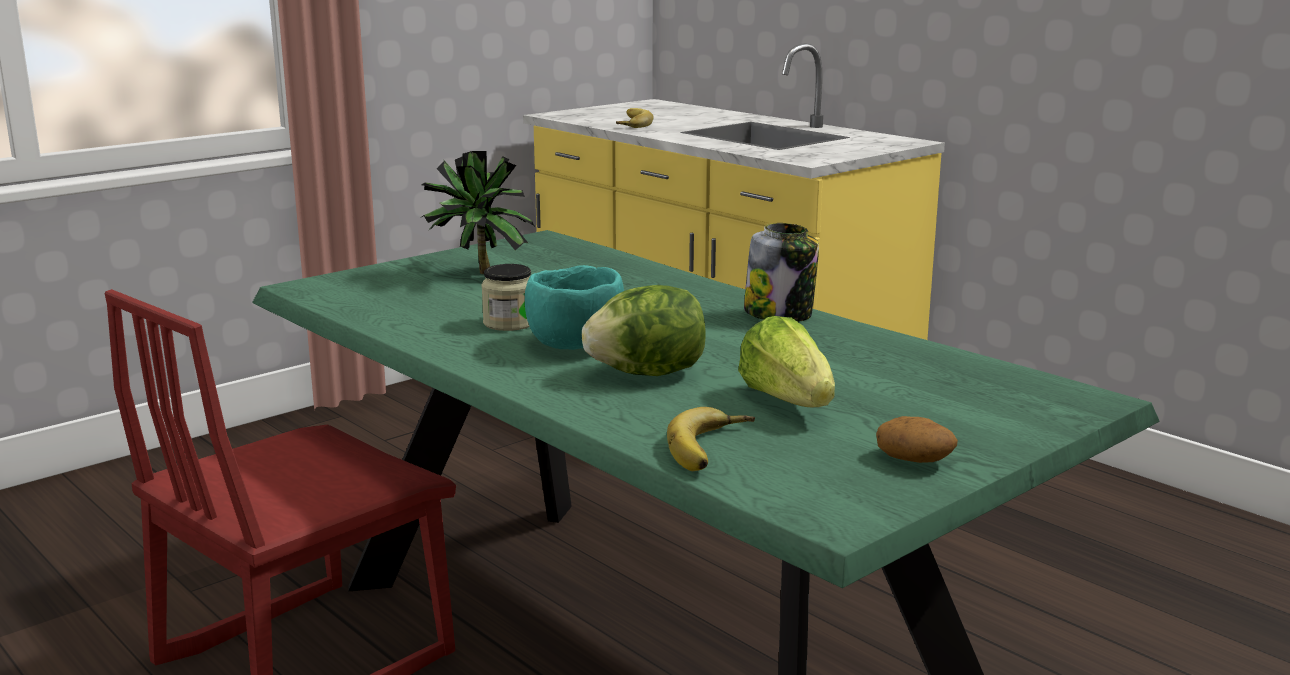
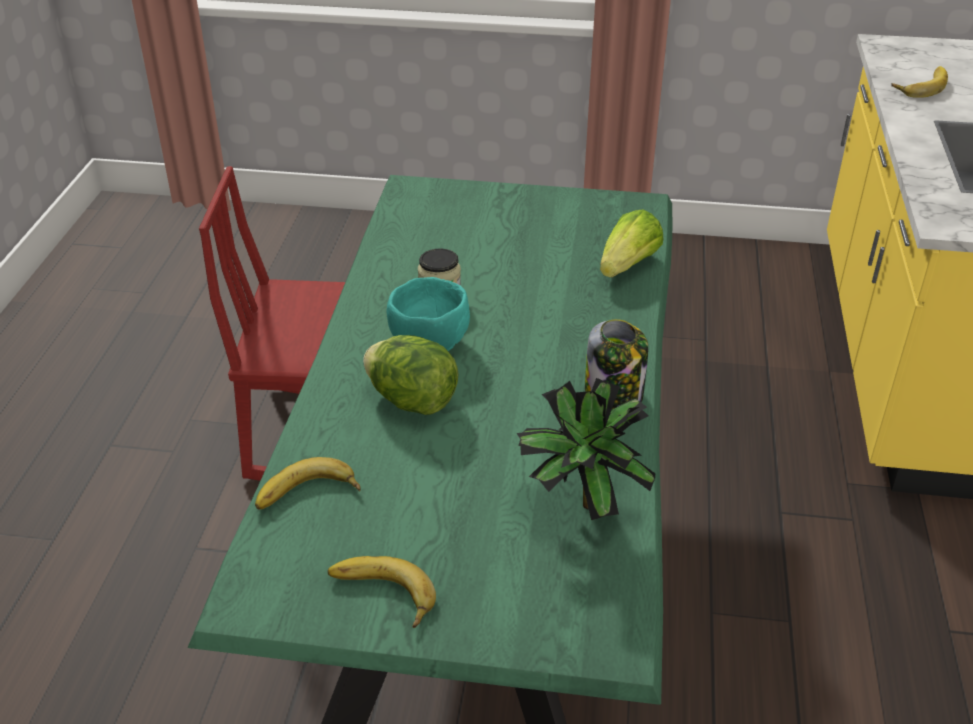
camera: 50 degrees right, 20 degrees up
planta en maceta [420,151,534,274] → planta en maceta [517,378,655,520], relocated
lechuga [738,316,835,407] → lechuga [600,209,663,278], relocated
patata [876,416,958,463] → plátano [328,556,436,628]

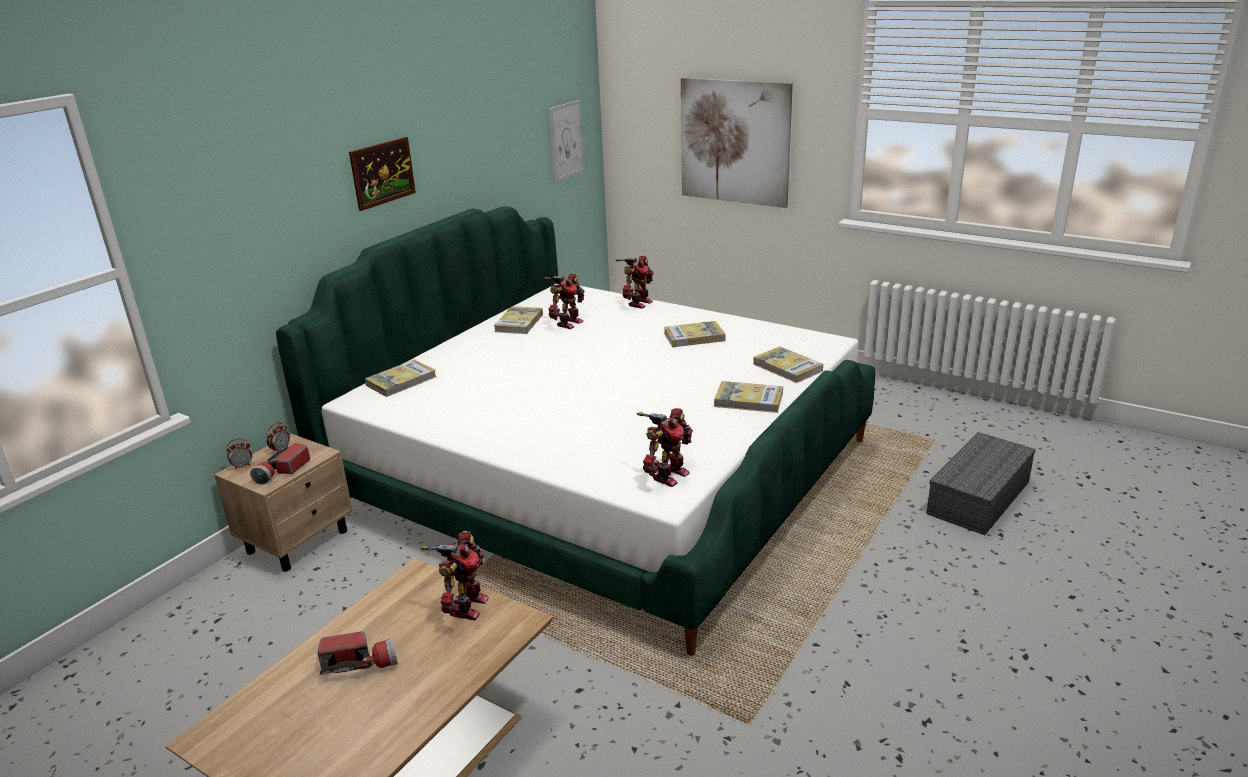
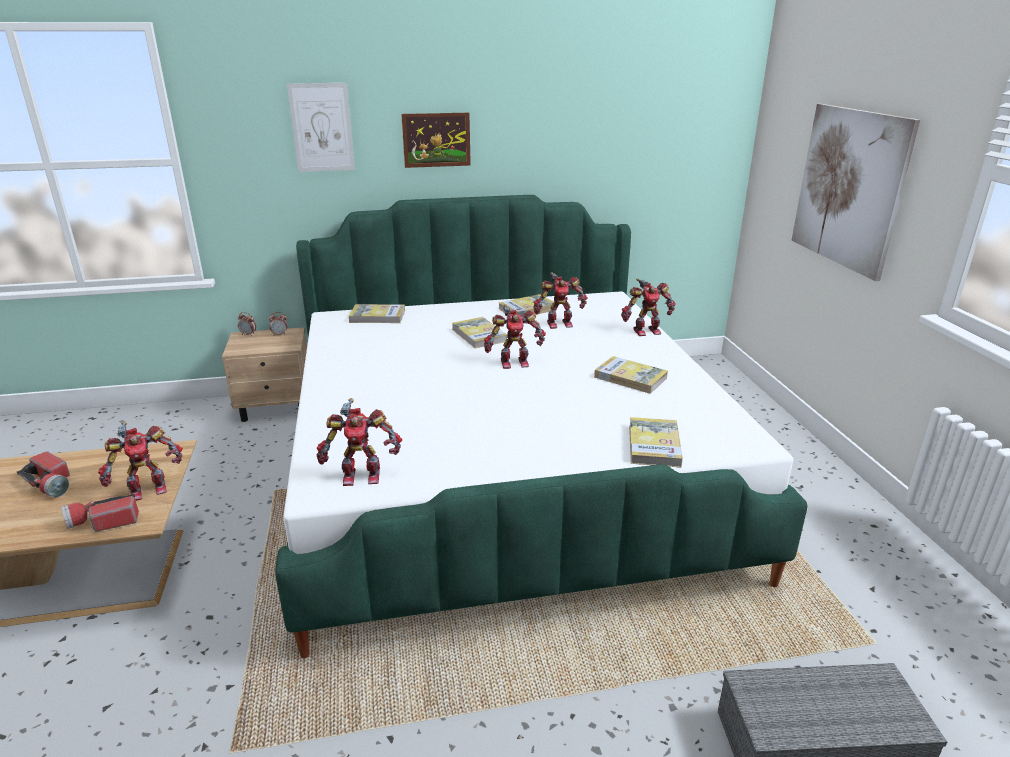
camera: 45 degrees right, 0 degrees up
cuadro [549,100,584,182] → cuadro [287,83,355,172], relocated
libro [714,381,783,413] → libro [452,317,507,348], relocated
linterna [250,443,310,485] → linterna [61,494,139,532], relocated
- → robot de juguete [484,305,546,369]

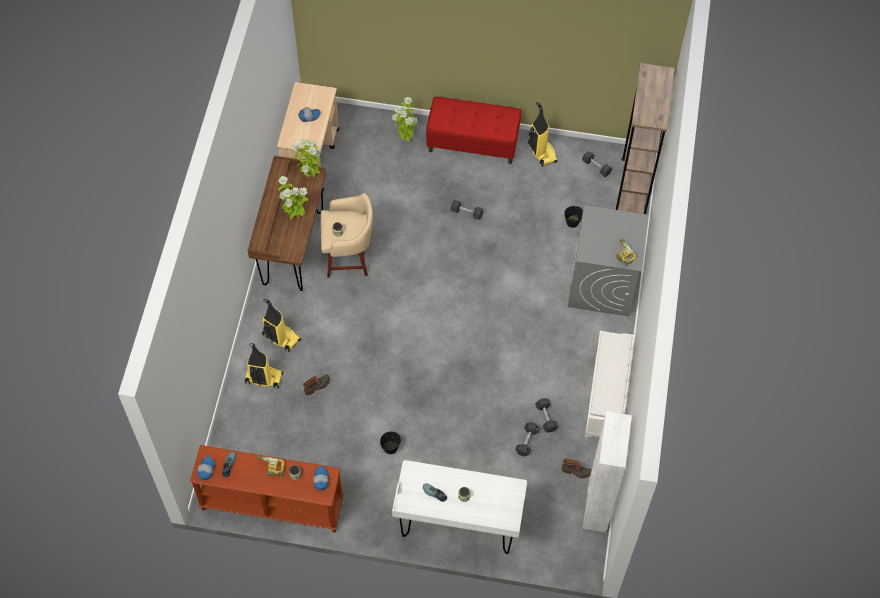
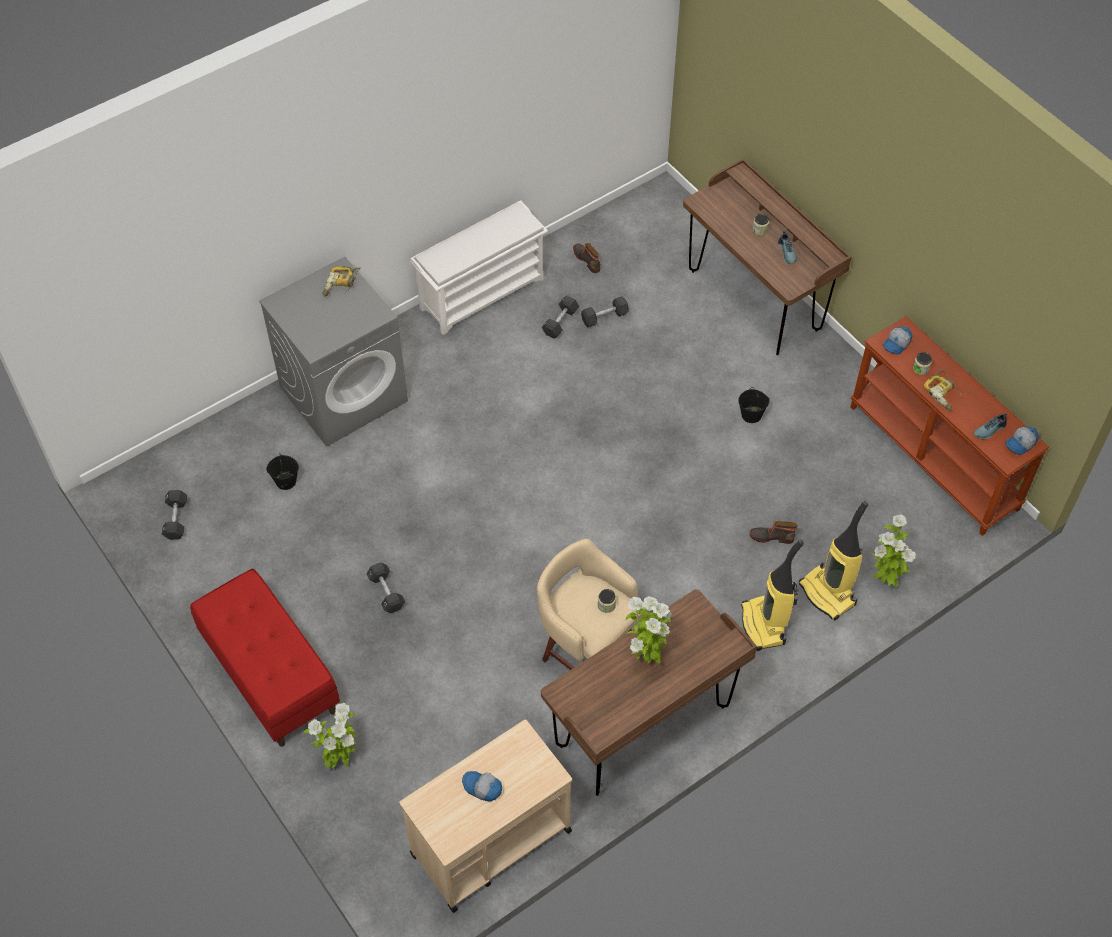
camera: 135 degrees left, 5 degrees down
estantería/marrón [616,63,675,214] → -
aspiradora [528,102,558,167] → -
planta en maceta [292,138,321,177] → planta en maceta [871,514,916,587], relocated
armario/blanco [583,411,632,532] → -
escritorio/blanco [392,460,527,554] → escritorio/marrón [683,158,851,355]

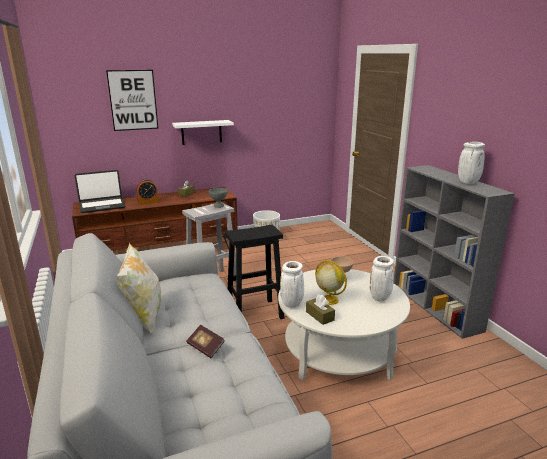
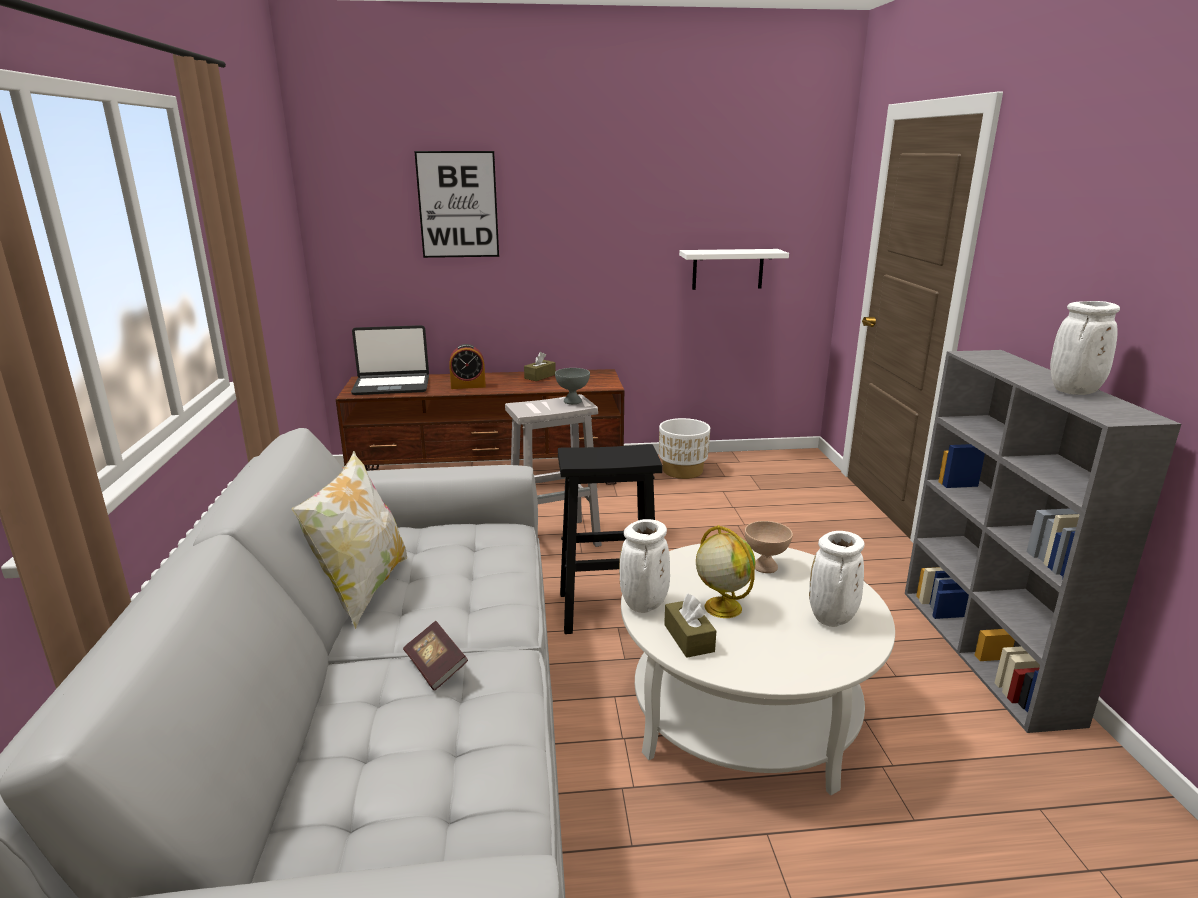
camera: 15 degrees right, 0 degrees up
estante/blanco [172,120,234,145] → estante/blanco [679,249,789,290], relocated

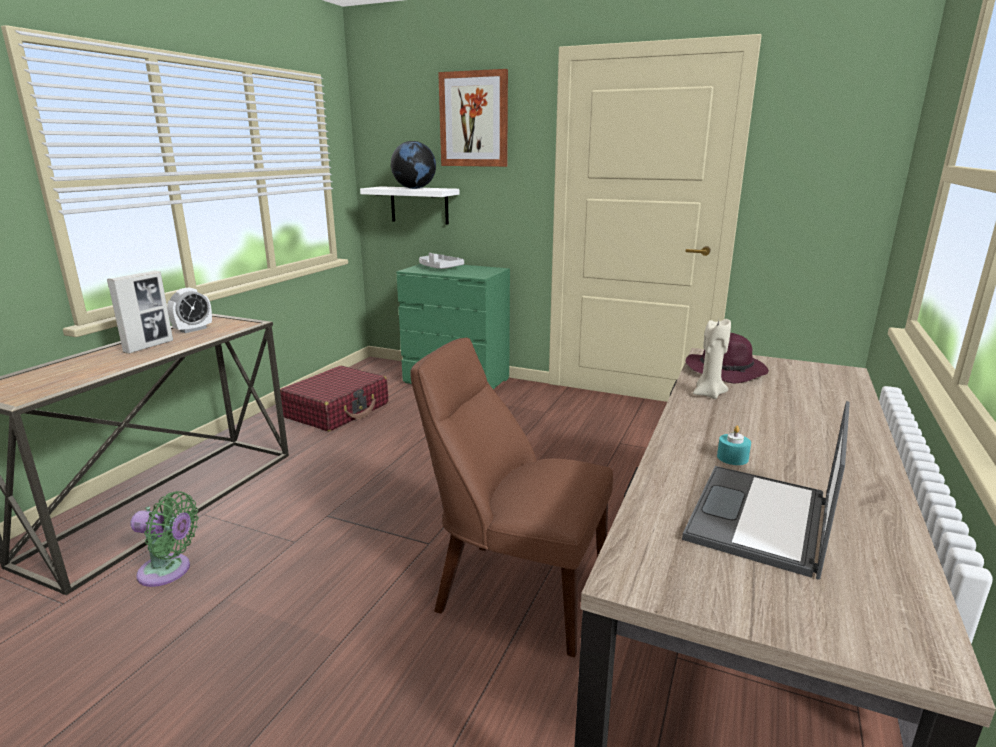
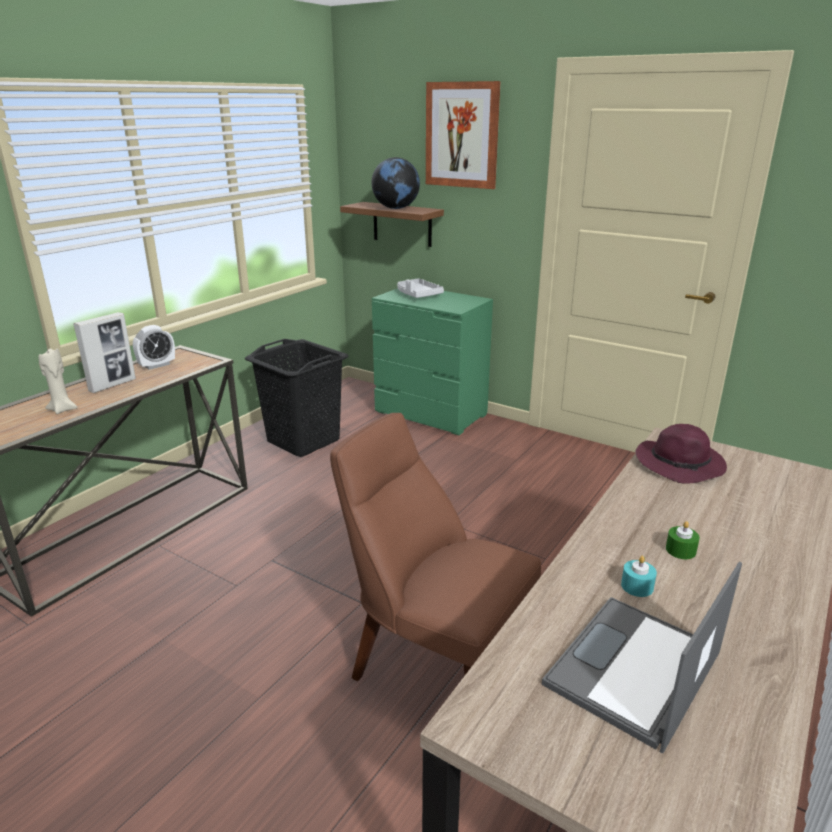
camera: 10 degrees right, 5 degrees up
estante/blanco [360,186,459,224] → estante/marrón [340,202,444,247]
vela/beis [693,319,731,399] → vela/beis [38,348,78,414], relocated
maleta/rojo [280,366,388,432] → cesto de la ropa/negro [245,339,349,457]
ventilador/verde [130,491,199,587] → -
- → vela/verde [666,521,700,559]

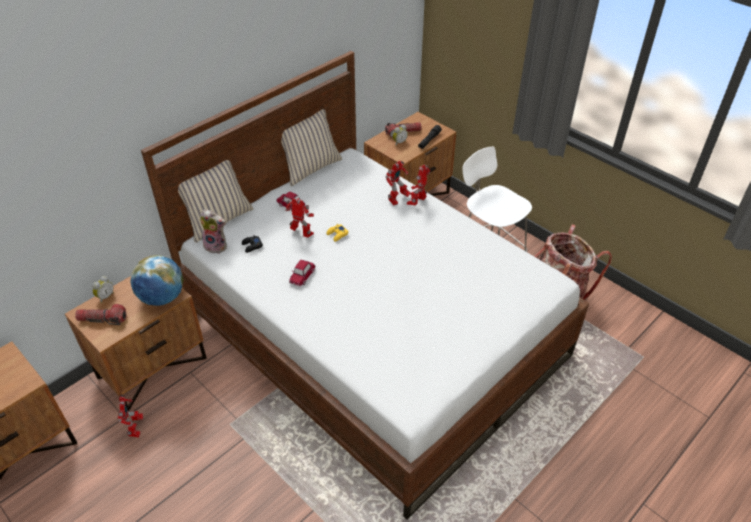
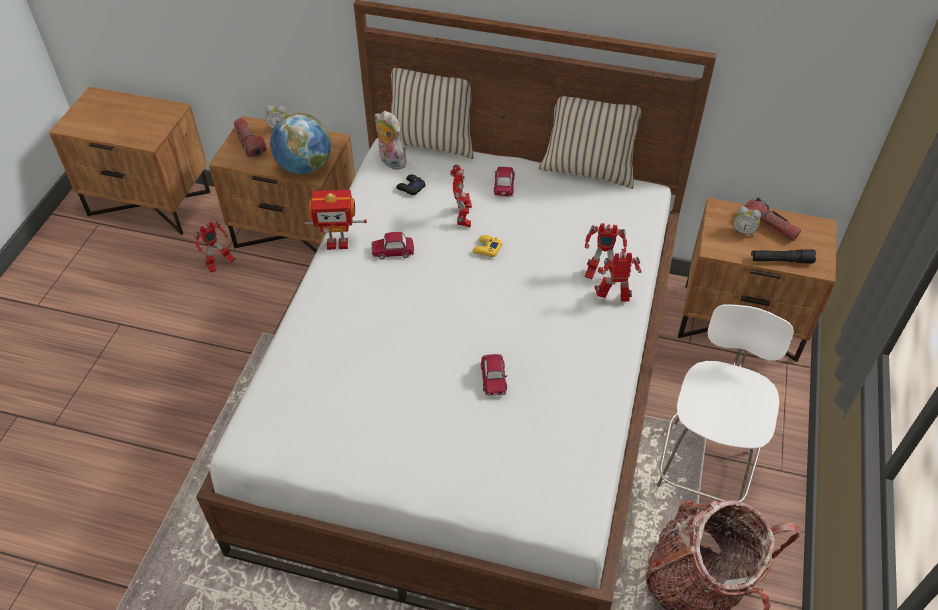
camera: 60 degrees right, 5 degrees up
peluche [200,209,227,254] → peluche [375,111,407,170], 150 degrees clockwise
- → robot de juguete [302,190,367,250]
- → coche de juguete [481,354,507,396]

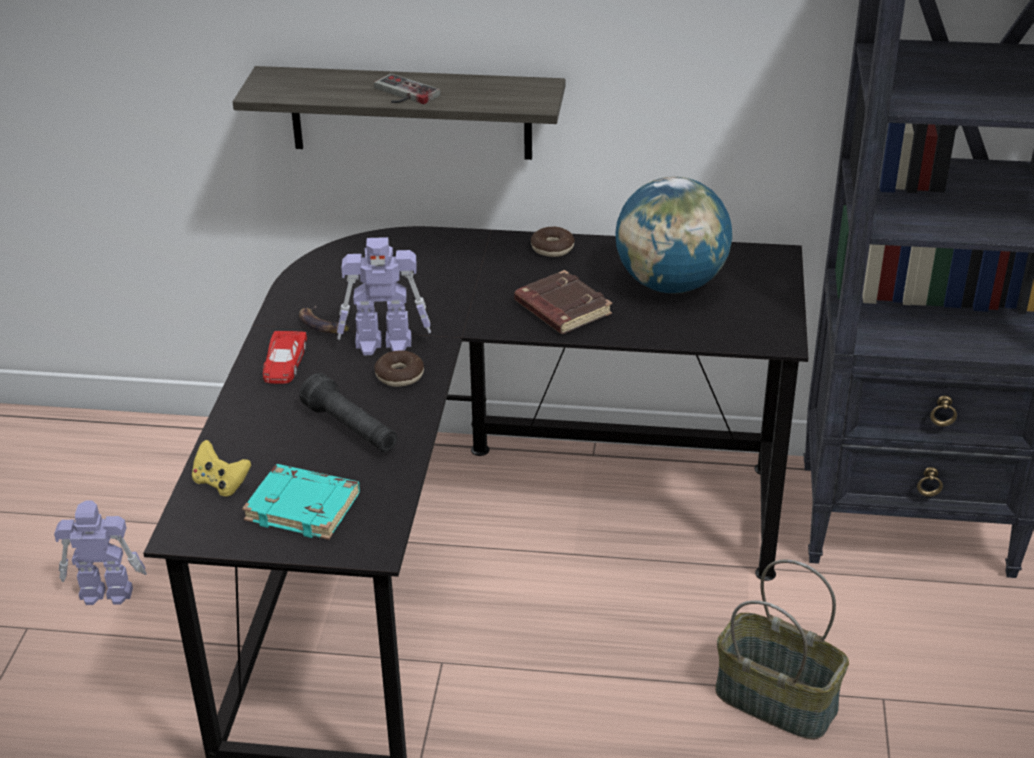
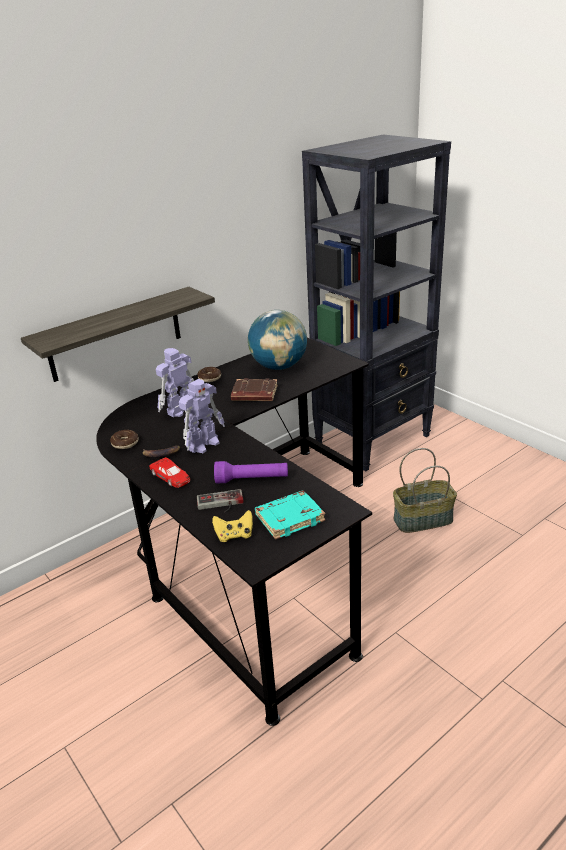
camera: 45 degrees left, 5 degrees down
mando de consola [374,74,441,104] → mando de consola [197,489,244,513], relocated
rosquilla [374,350,424,387] → rosquilla [110,430,139,449], relocated
linterna/negro [300,373,397,452] → linterna/morado [214,461,288,484]
robot de juguete [54,500,147,605] → robot de juguete [156,348,194,417], relocated

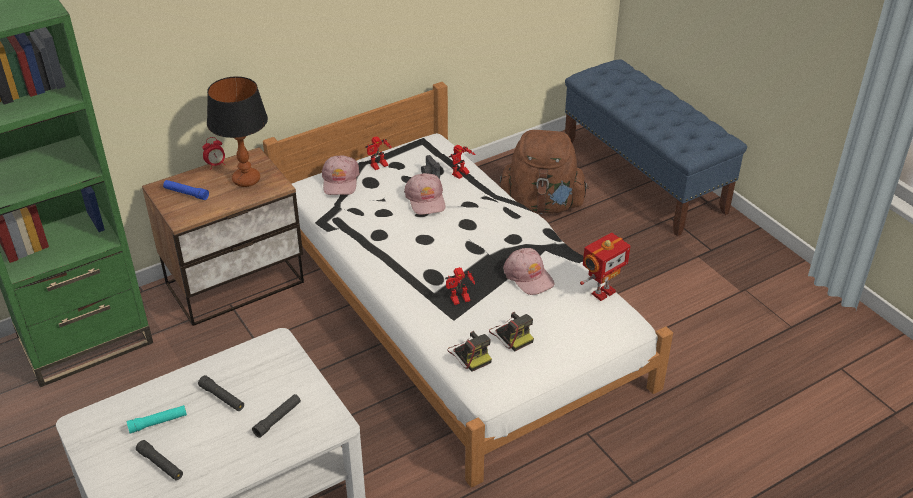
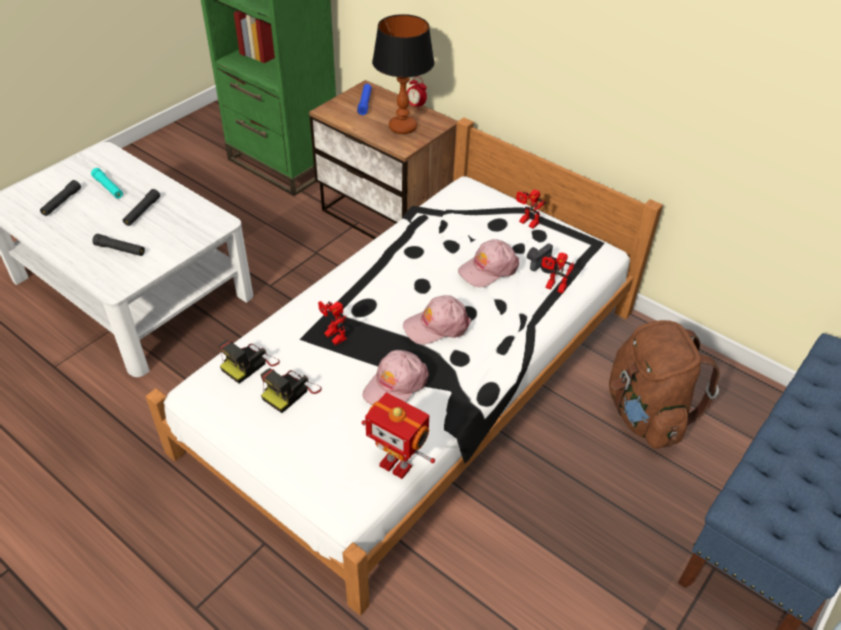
camera: 70 degrees right, 5 degrees up
gorra/rosa [322,155,360,195] → gorra/rosa [403,295,471,345], relocated

